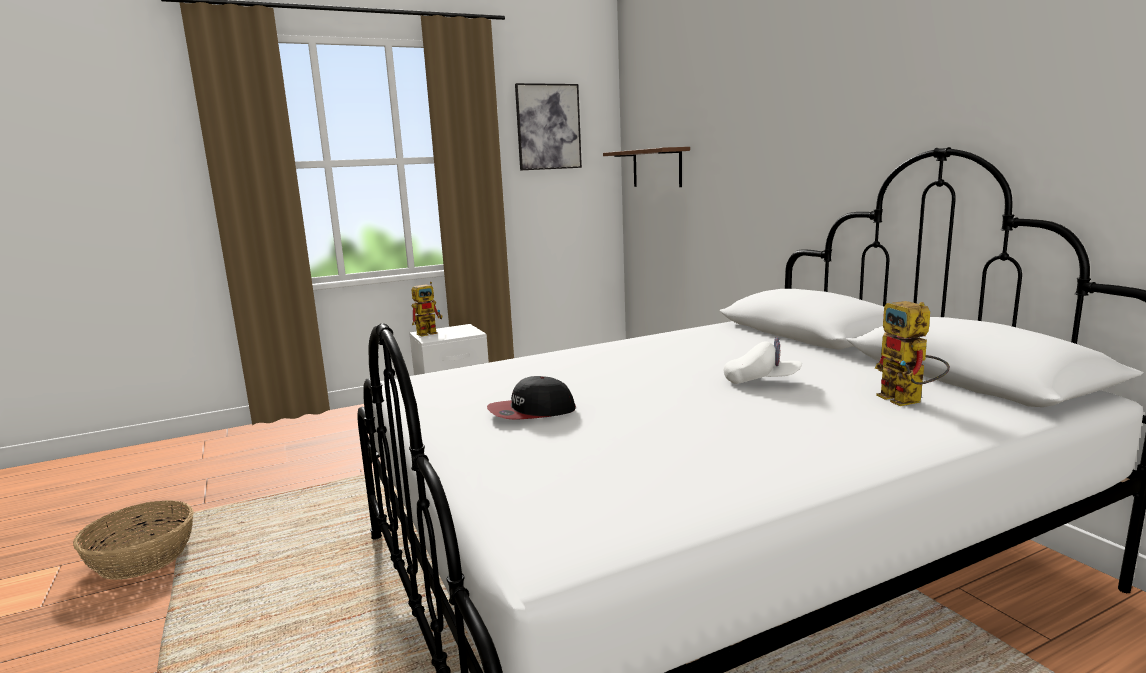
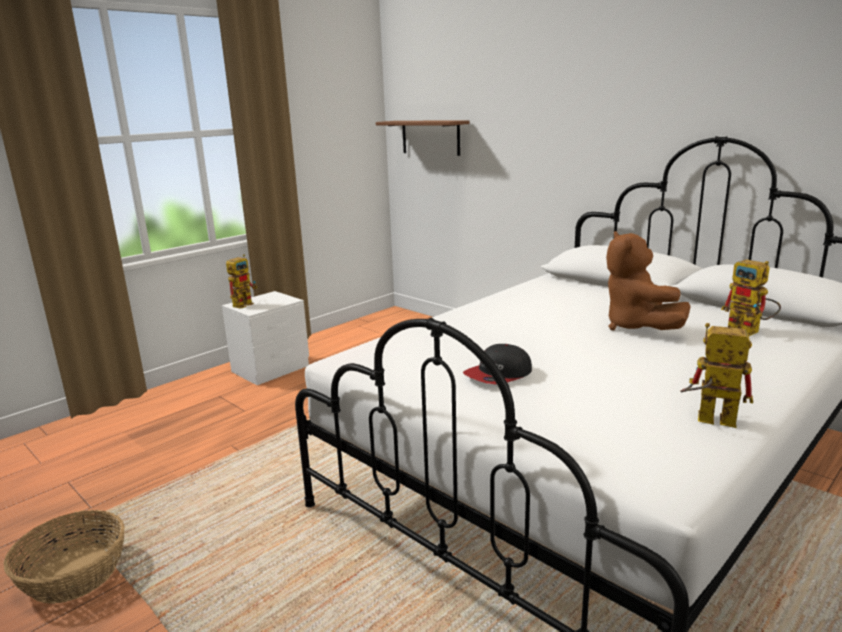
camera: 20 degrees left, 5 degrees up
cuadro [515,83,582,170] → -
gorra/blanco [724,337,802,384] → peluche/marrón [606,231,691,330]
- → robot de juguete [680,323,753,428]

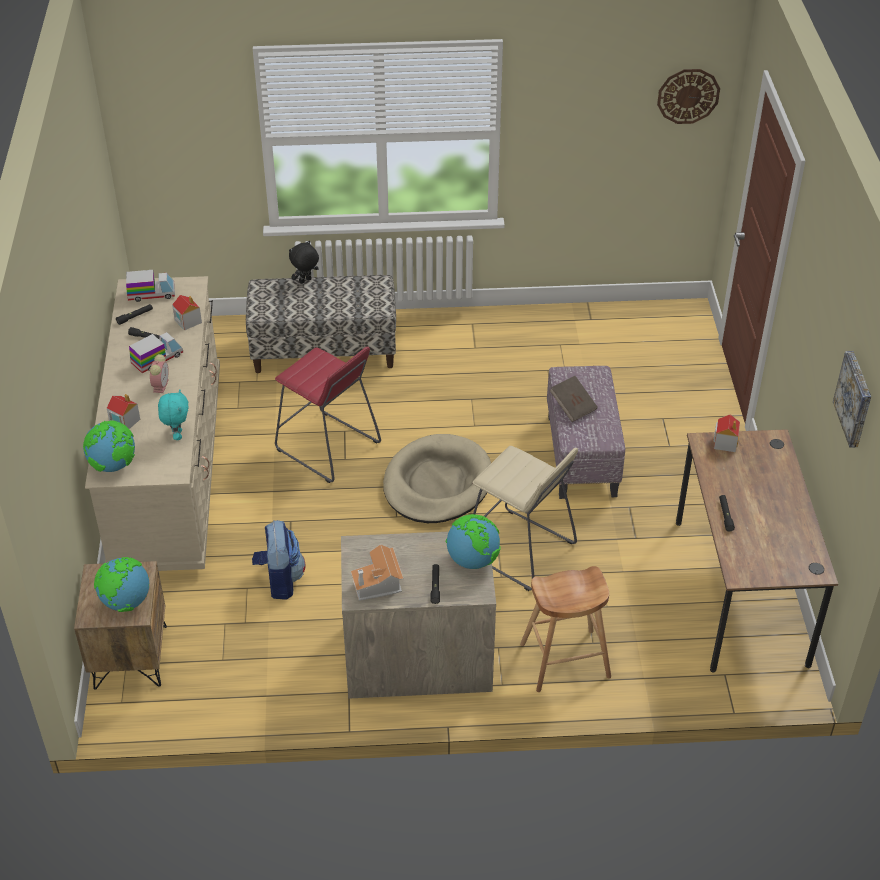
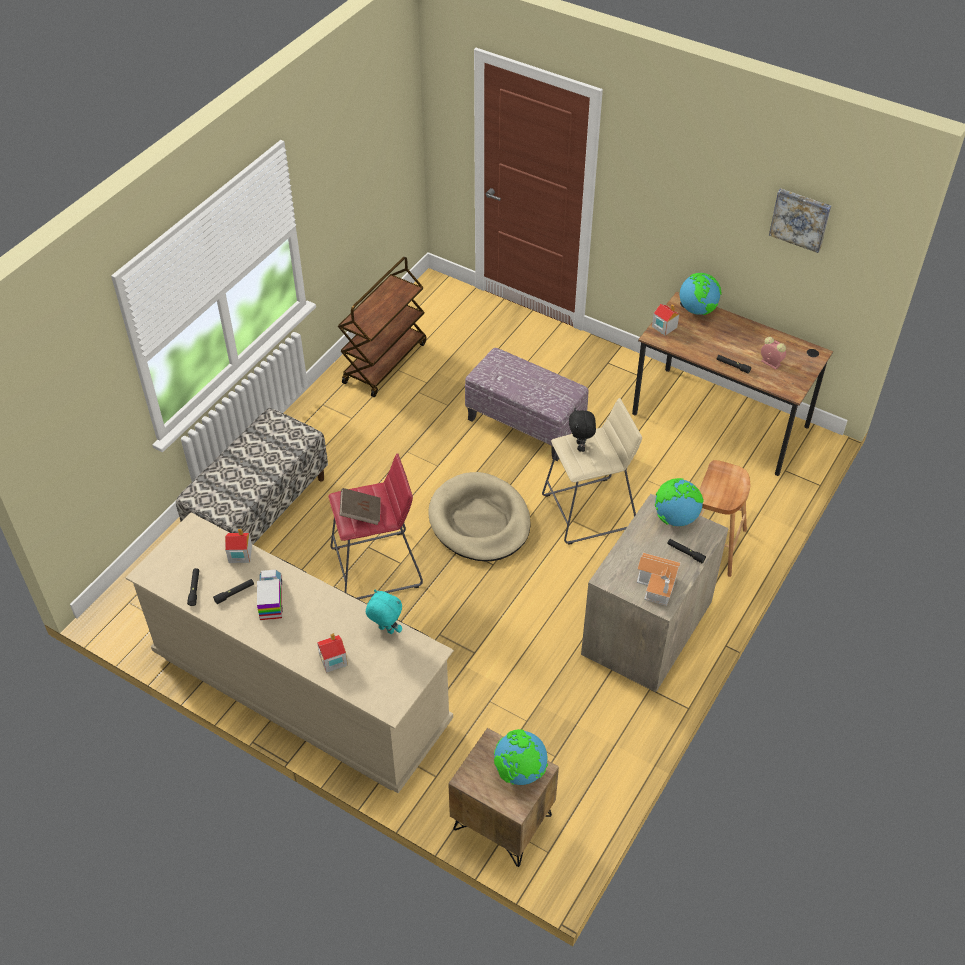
camera: 55 degrees left, 5 degrees up
reloj de pared [657,69,720,124] → -
peluche/negro [289,241,319,284] → peluche/negro [569,408,596,452], relocated
camión de juguete [126,270,175,302] → -
despertador [149,354,169,393] → despertador [761,337,786,369], relocated
libro/marrón [549,376,598,422] → libro/marrón [340,488,381,525], relocated
globo terráqueo [83,420,135,472] → globo terráqueo [680,273,721,315], relocated
mochila [252,520,305,600] → -
- → carrito/marrón [338,257,427,397]

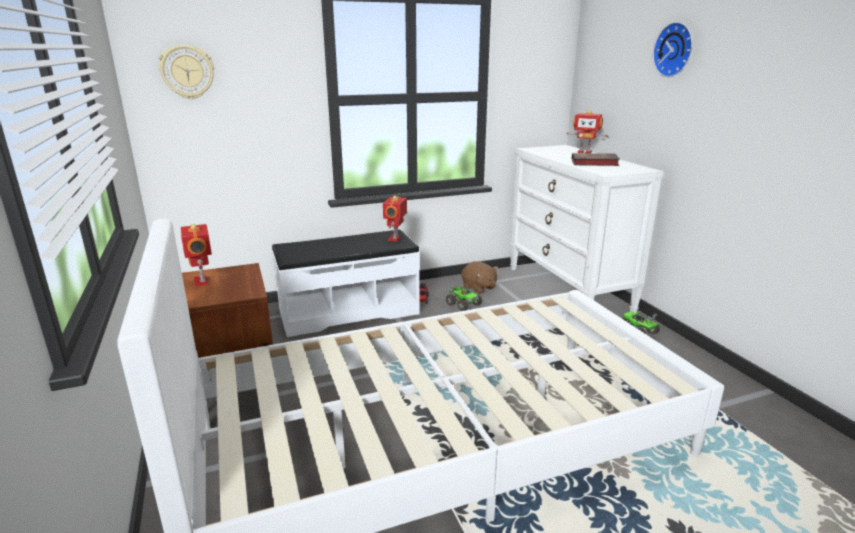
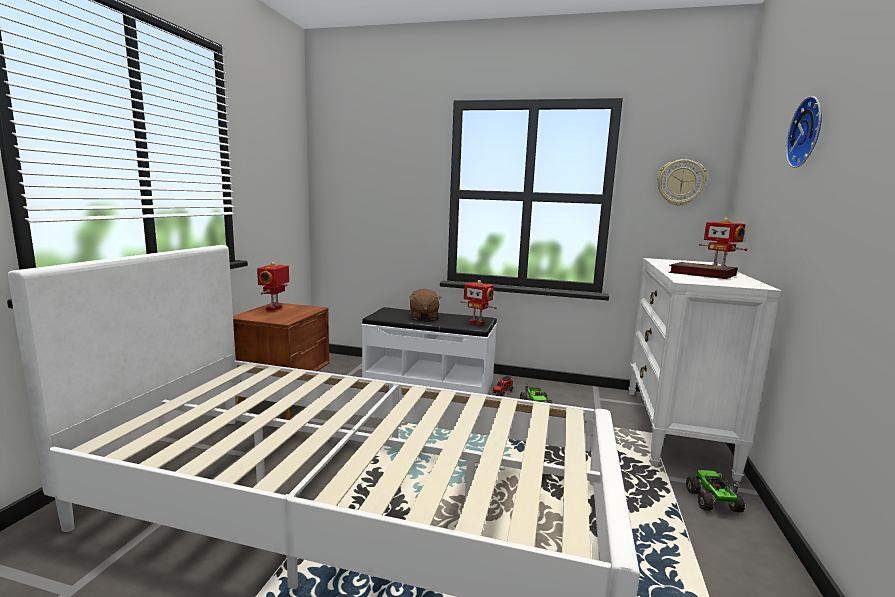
camera: 35 degrees right, 10 degrees down
reloj de pared [158,45,214,99] → reloj de pared [657,159,707,206], relocated
robot de juguete [383,196,407,242] → robot de juguete [460,280,497,325], 105 degrees counterclockwise
peluche/marrón [462,261,498,294] → peluche/marrón [409,288,442,320], relocated

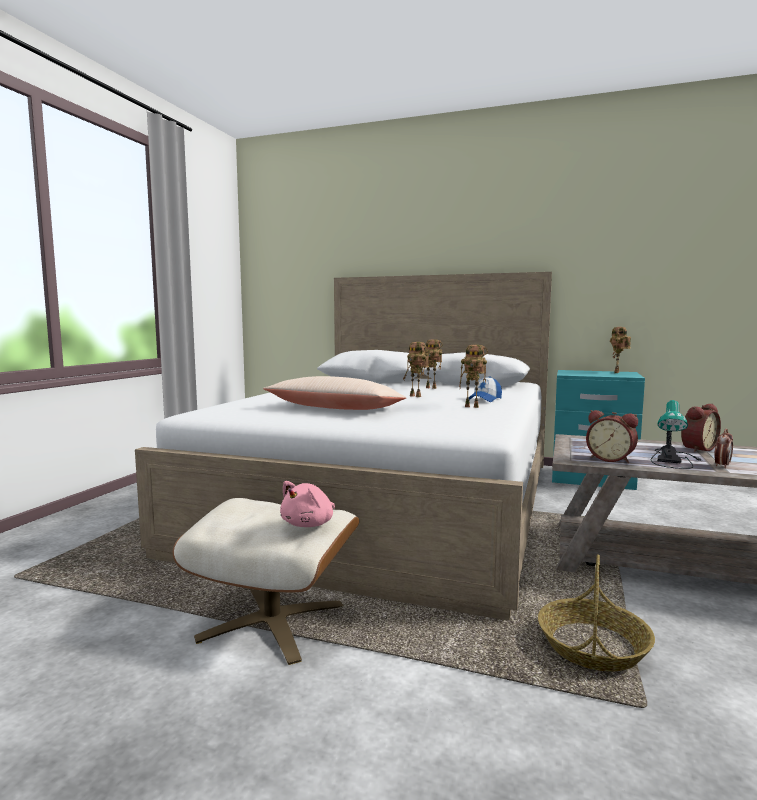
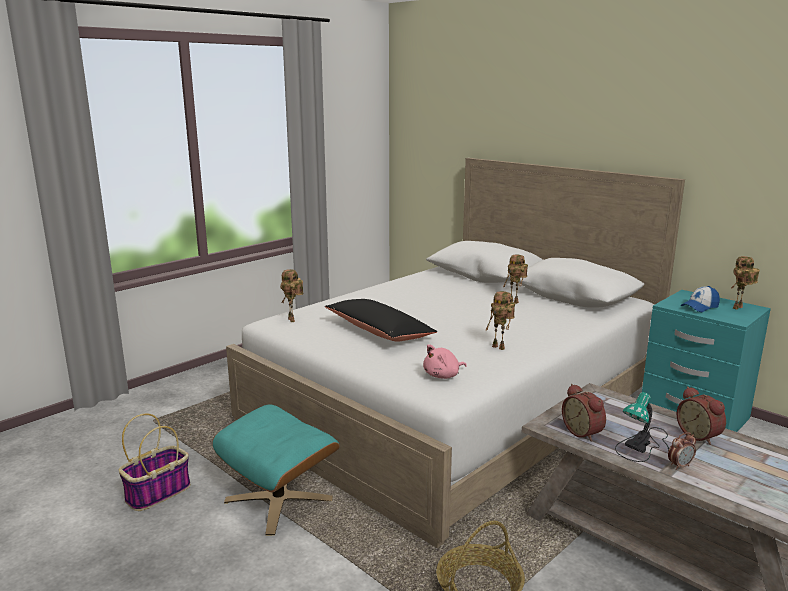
camera: 25 degrees right, 10 degrees up
robot de juguete [403,342,429,397] → robot de juguete [280,269,304,322], relocated
cojín/beis [263,376,407,410] → cojín/negro [325,299,437,342]
gorra [469,376,502,402] → gorra [681,286,720,312], relocated
despertador [681,404,721,452] → despertador [677,386,726,445], 75 degrees clockwise
peluche/rosa [280,481,335,527] → peluche/rosa [423,344,467,379], relocated
puf/beis [173,498,359,665] → puf/turquesa [212,404,340,535]
- → cesta [119,413,191,511]

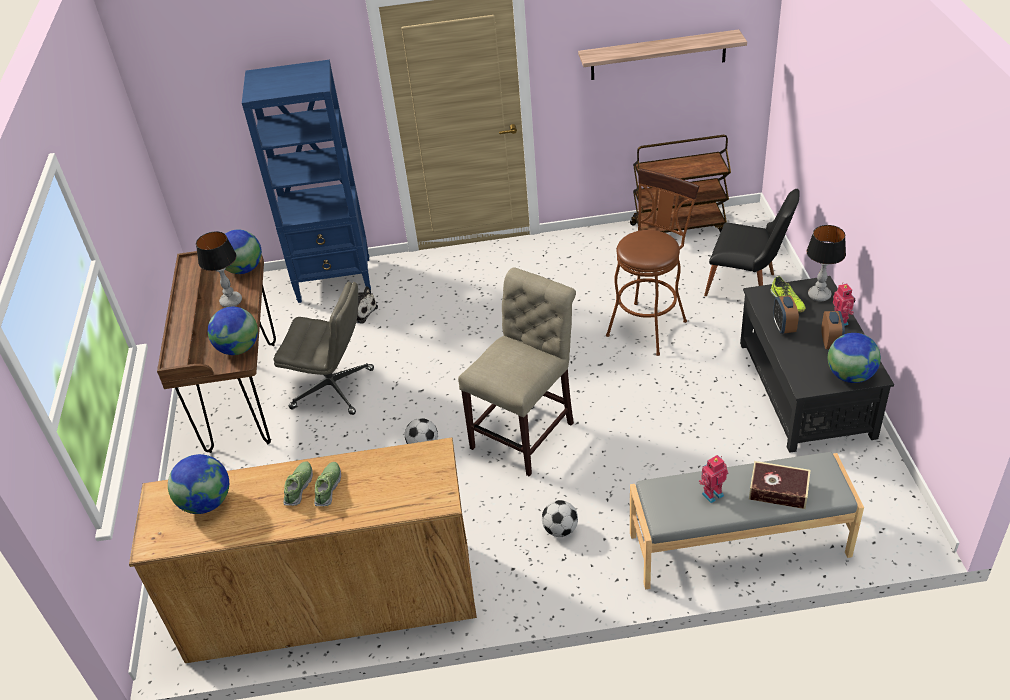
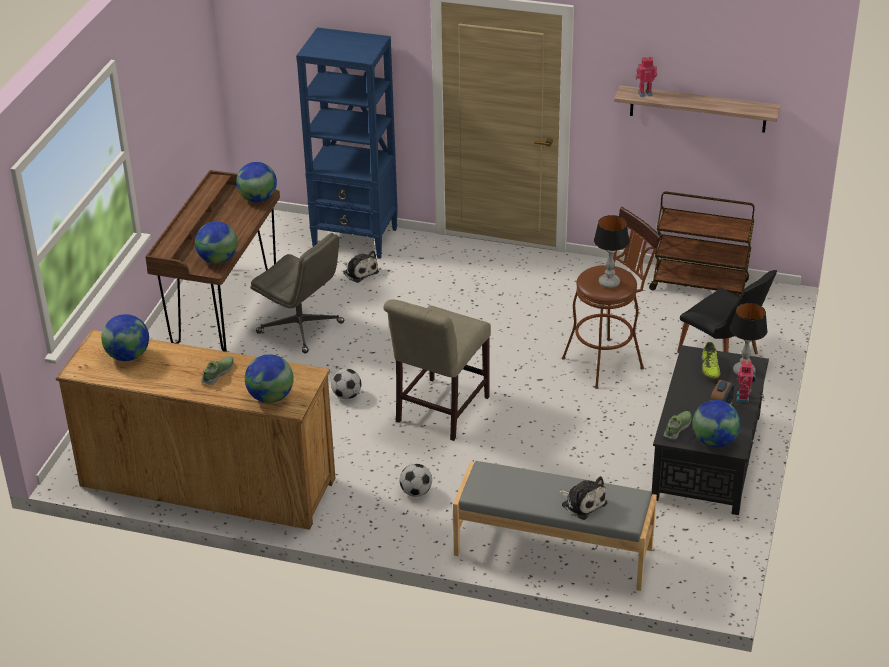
camera: 20 degrees right, 5 degrees down
lámpara de mesa [196,231,242,307] → lámpara de mesa [594,215,629,288], relocated
silla/beis [458,268,576,476] → silla/beis [383,299,491,441], 150 degrees clockwise
despertador [773,295,799,334] → -
robot de juguete [699,455,728,503] → robot de juguete [636,57,657,97], relocated
zapato [283,461,313,506] → zapato [664,411,691,439], relocated
libro [749,461,810,509] → peluche [558,476,607,520]
- → globo terráqueo [245,354,294,403]

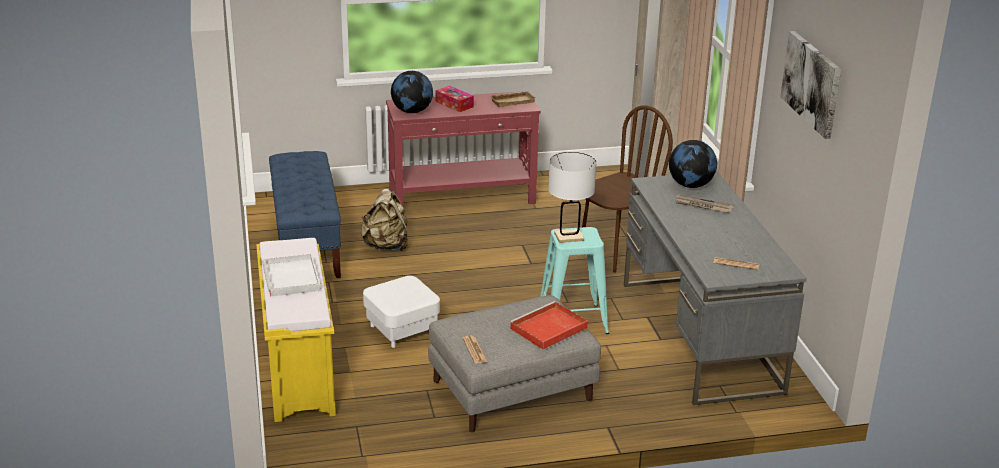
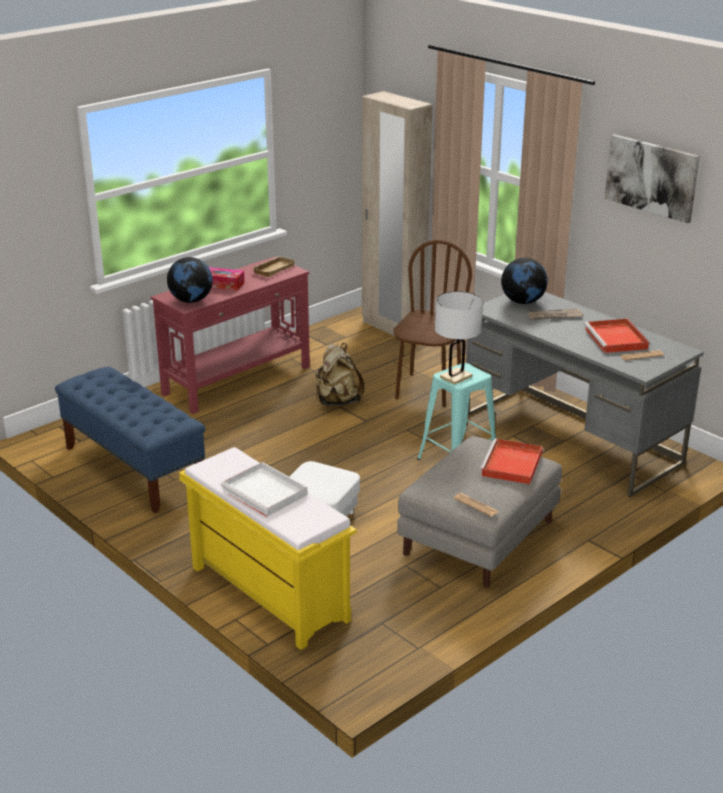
camera: 30 degrees left, 0 degrees up
mochila/beis [361,189,408,251] → mochila/beis [315,343,365,406], relocated
- → bandeja/rojo [584,319,649,353]

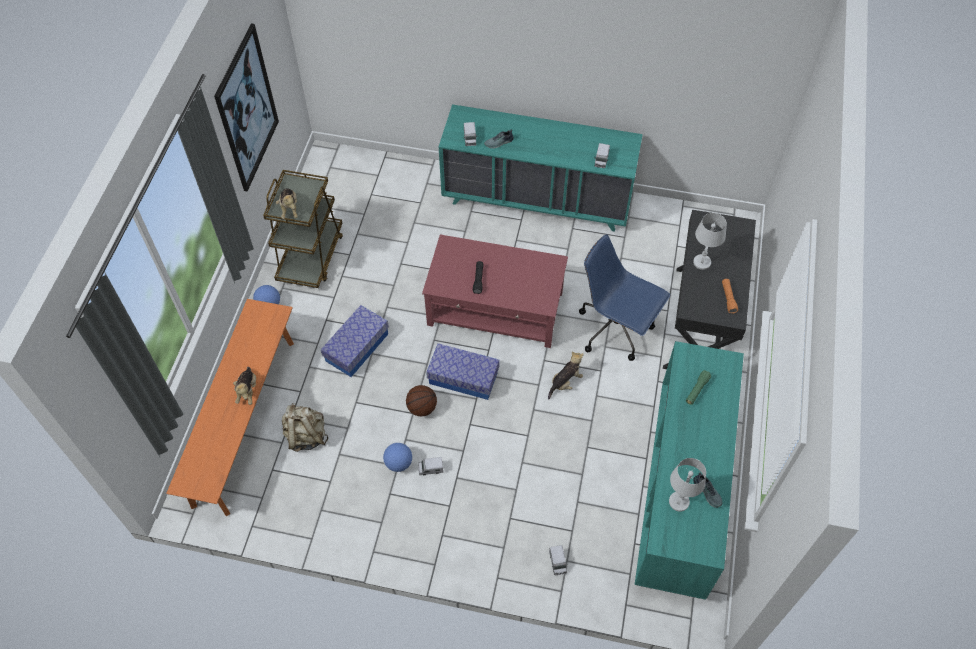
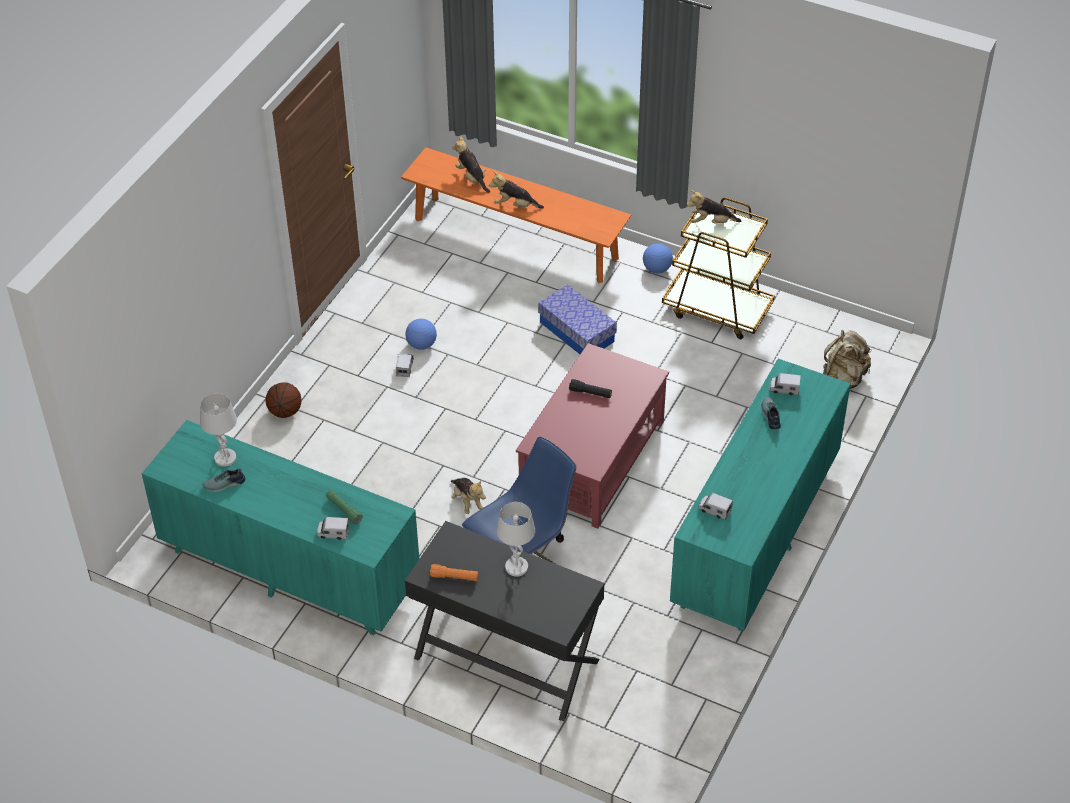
camera: 105 degrees right, 10 degrees down
cuadro [214,23,279,191] → -
caja de almacenaje [426,343,500,400] → -
balón de baloncesto [406,385,437,416] → balón de baloncesto [265,382,302,418], relocated
mochila/beis [282,403,328,452] → mochila/beis [823,330,872,389], relocated
camión de juguete [549,545,567,575] → camión de juguete [317,517,349,540], relocated
- → peluche [452,136,490,193]

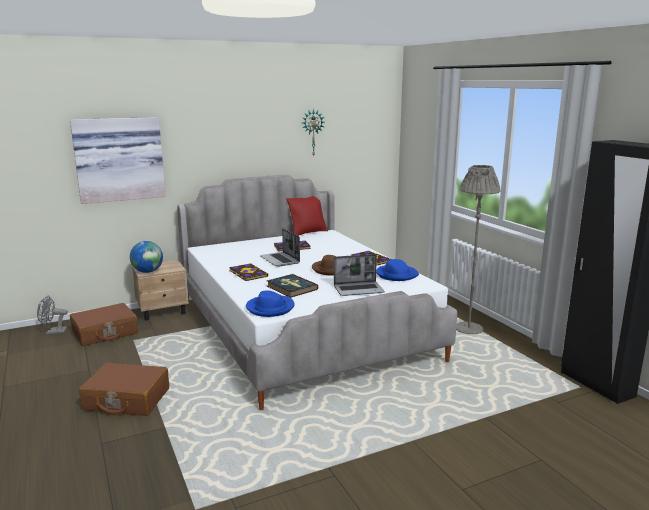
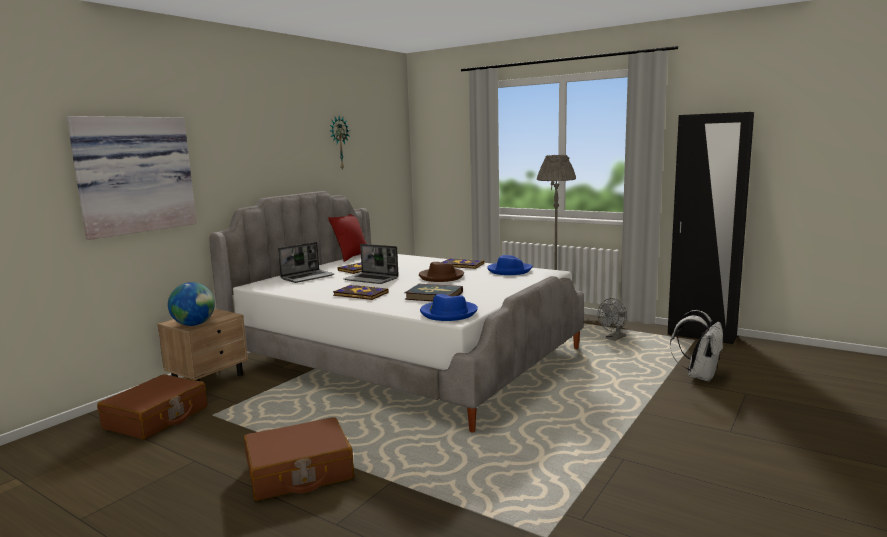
camera: 30 degrees left, 5 degrees down
portátil [334,254,385,296] → portátil [278,242,334,283], relocated
ventilador/gris [37,296,68,334] → ventilador/gris [598,298,627,341], relocated
- → mochila/blanco [670,310,724,382]

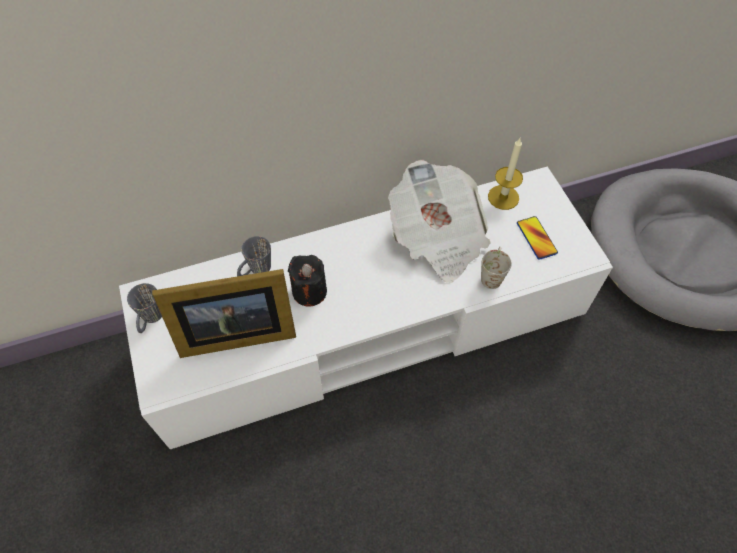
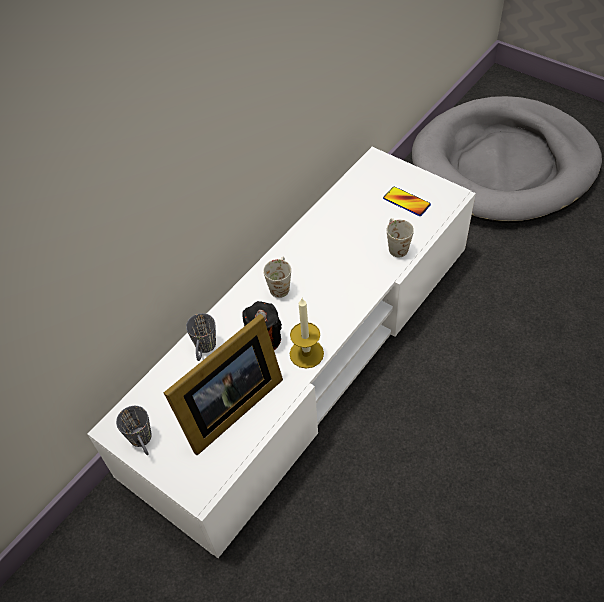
camera: 30 degrees left, 5 degrees down
vela [488,138,523,210] → vela [290,298,324,369], relocated
periódico [388,160,491,282] → -
- → taza grande/blanco [263,257,291,298]

